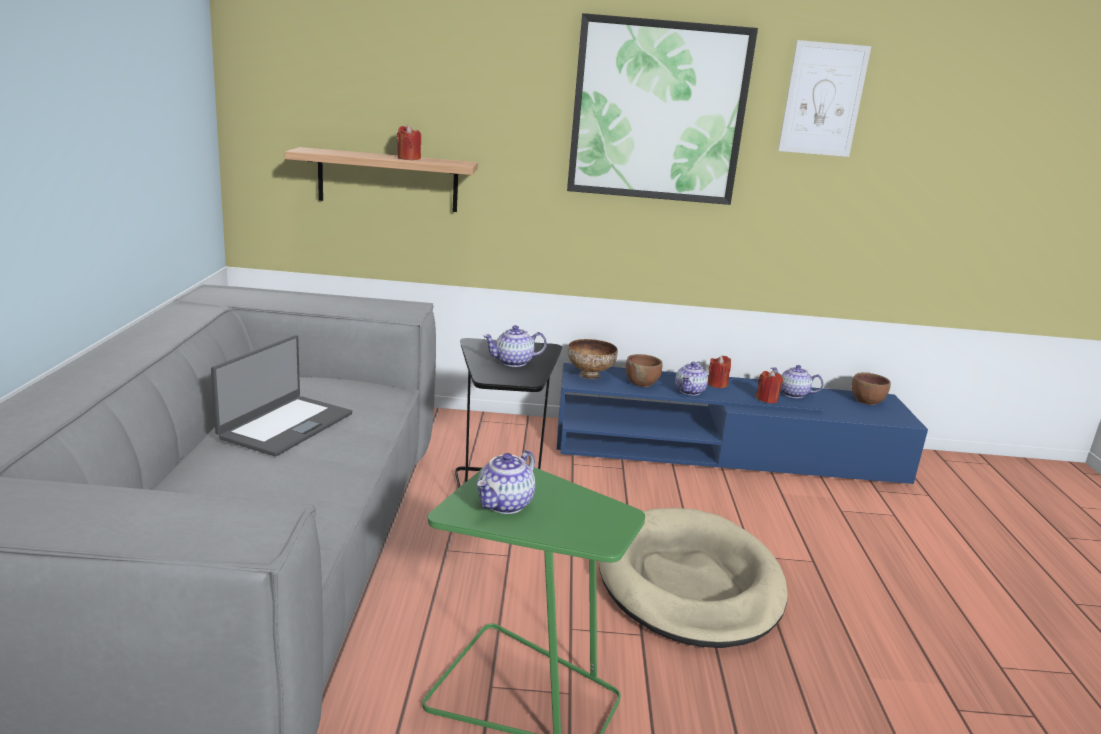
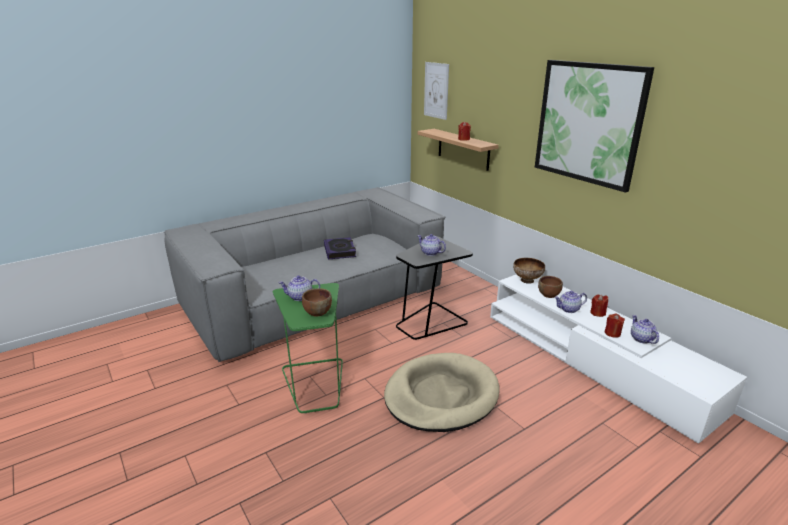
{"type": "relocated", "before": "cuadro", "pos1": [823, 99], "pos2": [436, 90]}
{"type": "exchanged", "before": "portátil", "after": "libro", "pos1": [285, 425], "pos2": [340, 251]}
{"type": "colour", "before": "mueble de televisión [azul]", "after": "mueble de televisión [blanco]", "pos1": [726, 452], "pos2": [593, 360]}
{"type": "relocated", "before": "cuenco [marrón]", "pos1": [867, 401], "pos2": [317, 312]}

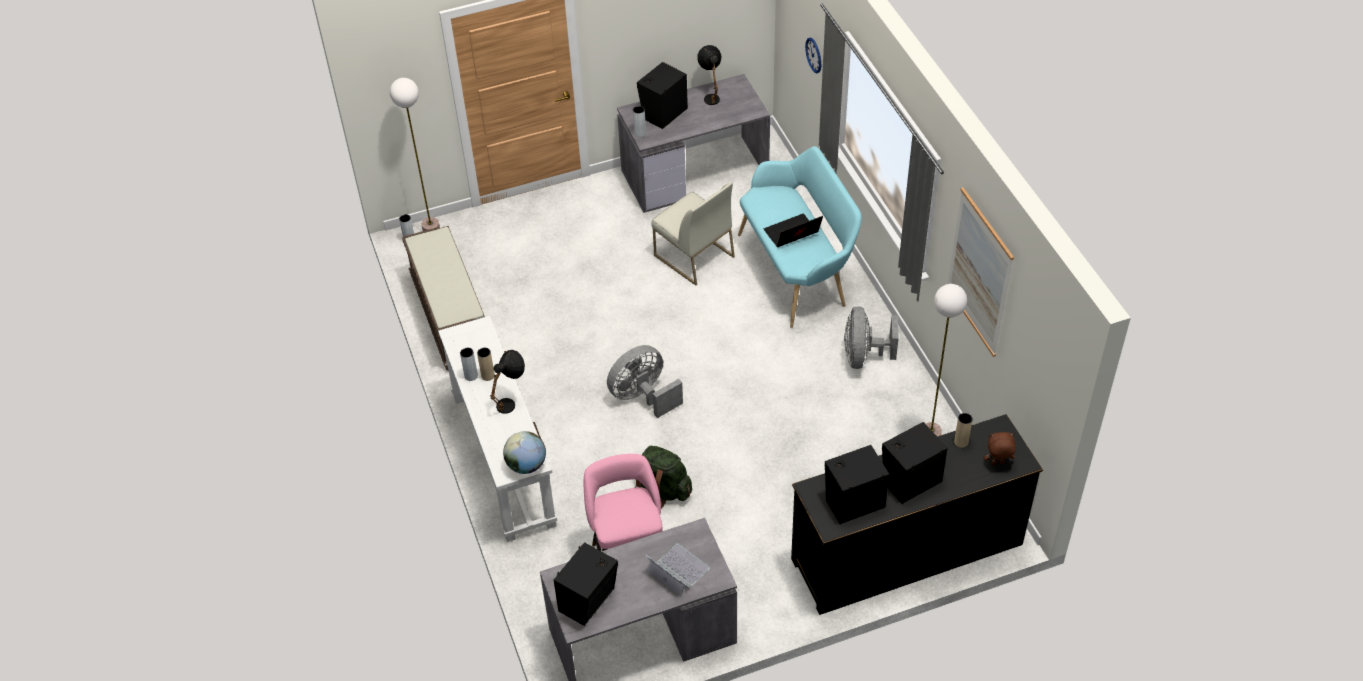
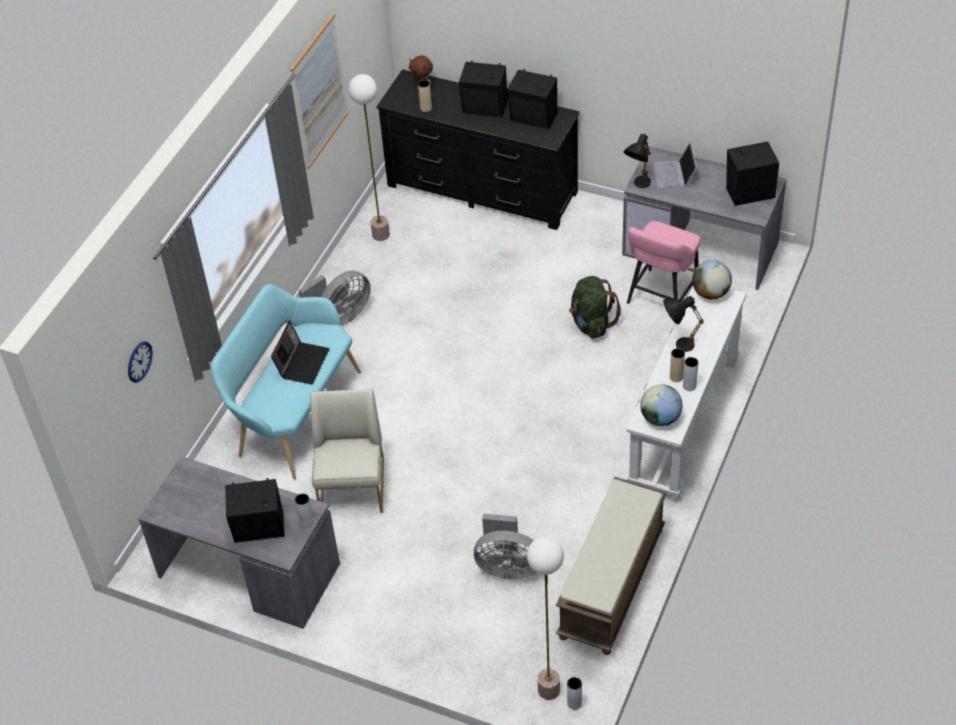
{"type": "relocated", "before": "lámpara de mesa [negro]", "pos1": [711, 95], "pos2": [638, 185]}
{"type": "spun", "before": "portátil", "pos1": [792, 234], "pos2": [302, 362], "turn": -90}
{"type": "relocated", "before": "ventilador [gris]", "pos1": [643, 396], "pos2": [507, 567]}
{"type": "appeared", "after": "globo terráqueo", "pos2": [660, 418]}

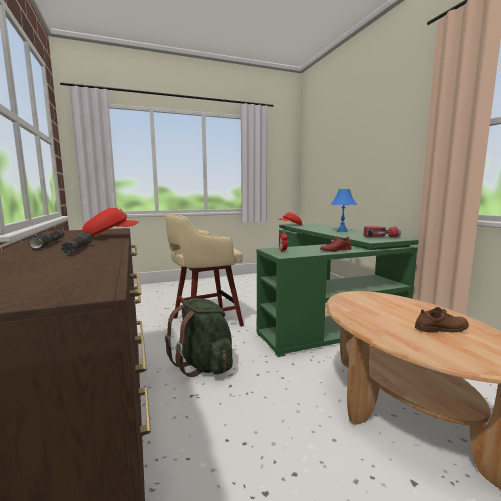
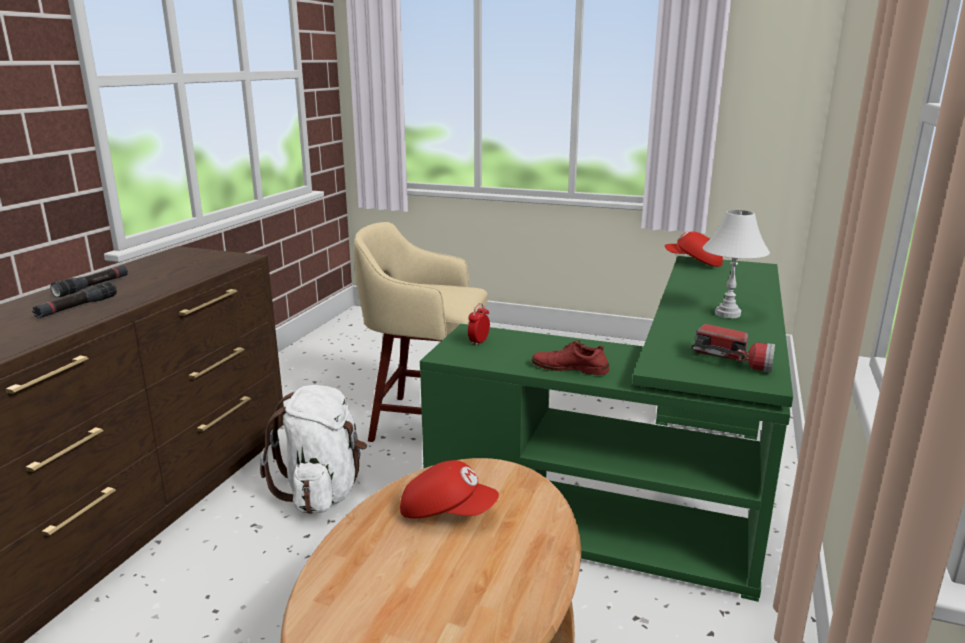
{"type": "colour", "before": "lámpara de mesa [azul]", "after": "lámpara de mesa [blanco]", "pos1": [342, 231], "pos2": [728, 314]}
{"type": "relocated", "before": "gorra [rojo]", "pos1": [110, 236], "pos2": [447, 512]}
{"type": "colour", "before": "mochila [verde]", "after": "mochila [blanco]", "pos1": [204, 365], "pos2": [322, 491]}
{"type": "missing", "before": "zapato [marrón]", "pos1": [442, 328]}

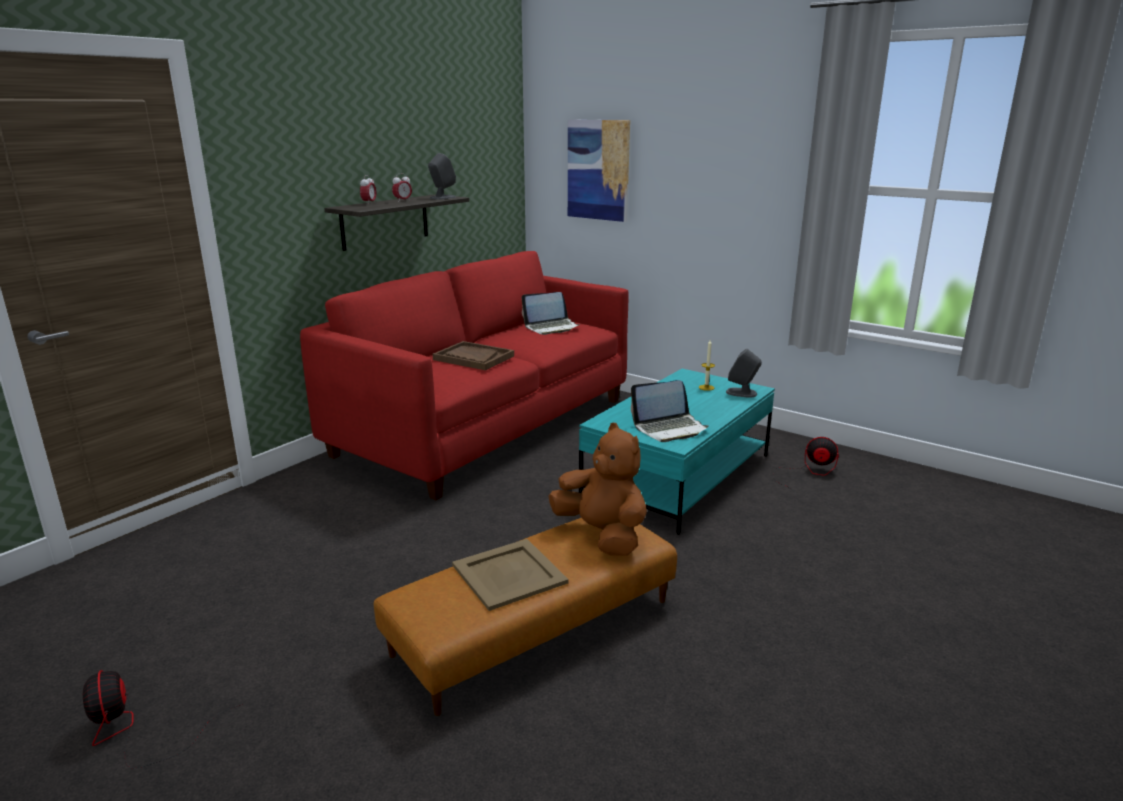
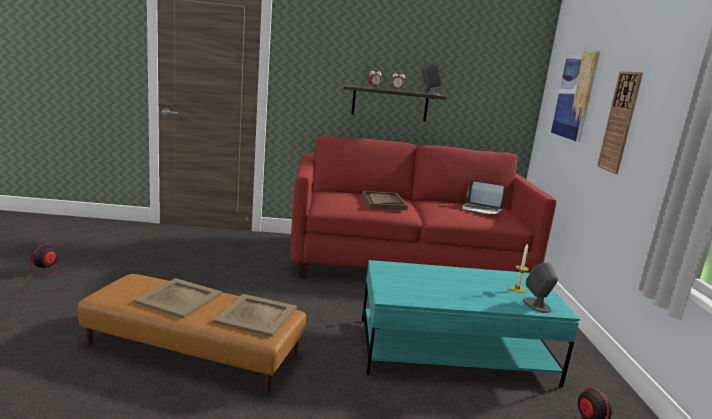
{"type": "missing", "before": "portátil", "pos1": [669, 428]}
{"type": "exchanged", "before": "peluche [marrón]", "after": "bandeja [beis]", "pos1": [602, 535], "pos2": [256, 315]}
{"type": "appeared", "after": "reloj de pared", "pos2": [620, 122]}

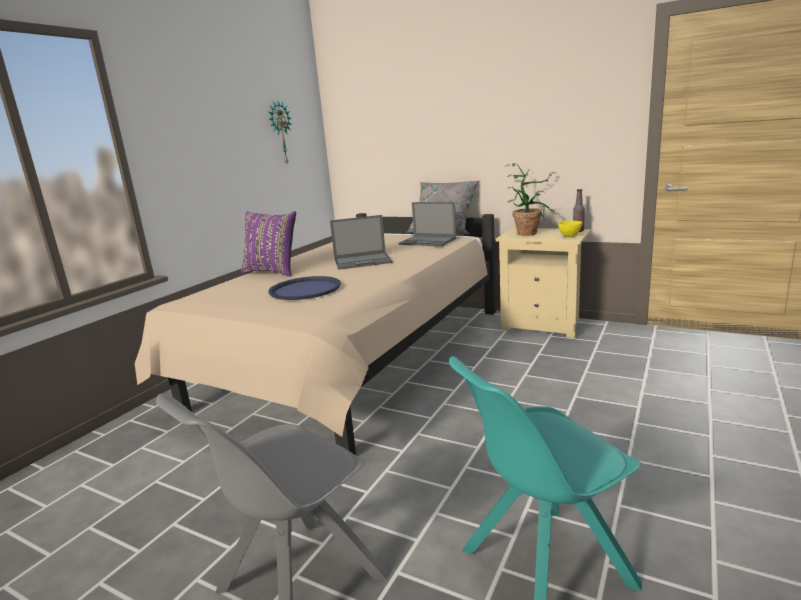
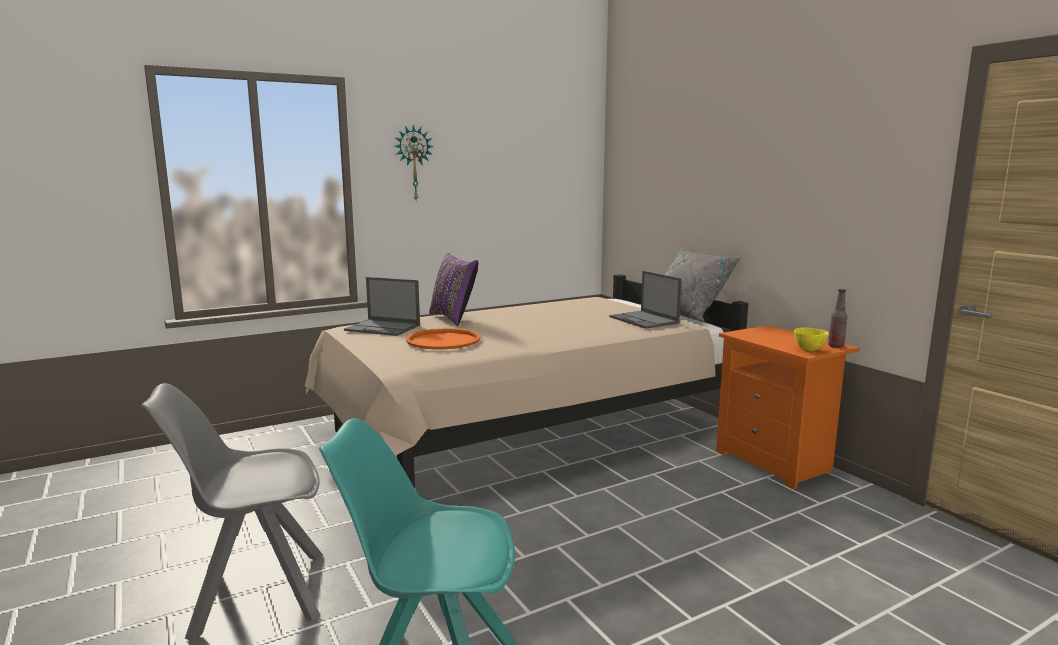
{"type": "relocated", "before": "reloj de pared", "pos1": [280, 133], "pos2": [413, 163]}
{"type": "missing", "before": "planta en maceta", "pos1": [530, 232]}
{"type": "relocated", "before": "portátil", "pos1": [363, 261], "pos2": [383, 328]}
{"type": "colour", "before": "mesita de noche [beis]", "after": "mesita de noche [naranja]", "pos1": [543, 325], "pos2": [776, 462]}
{"type": "colour", "before": "bandeja [azul]", "after": "bandeja [naranja]", "pos1": [305, 289], "pos2": [443, 340]}

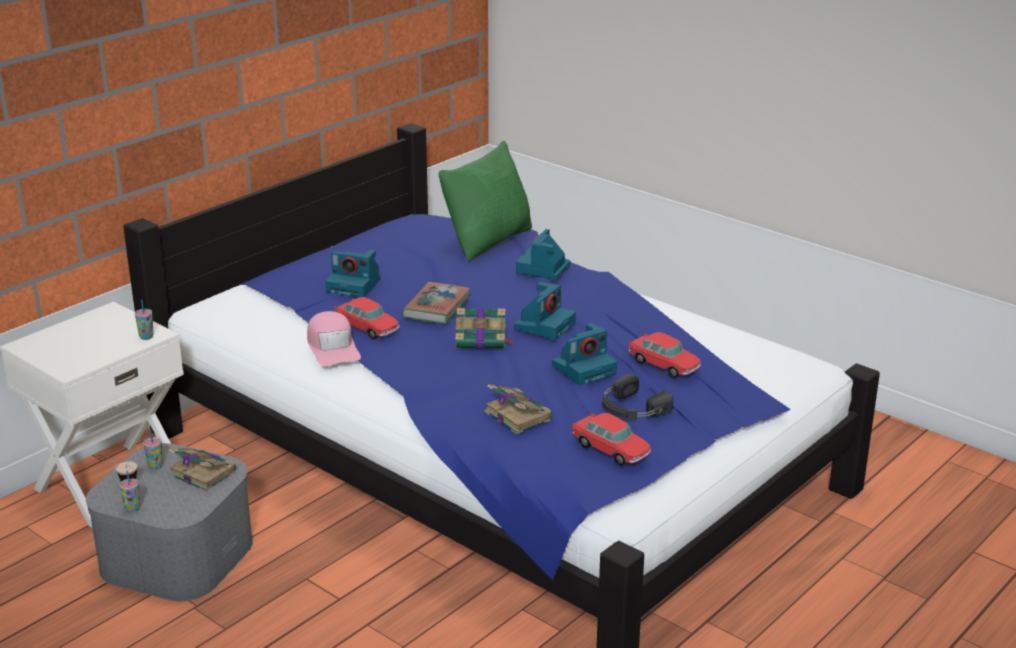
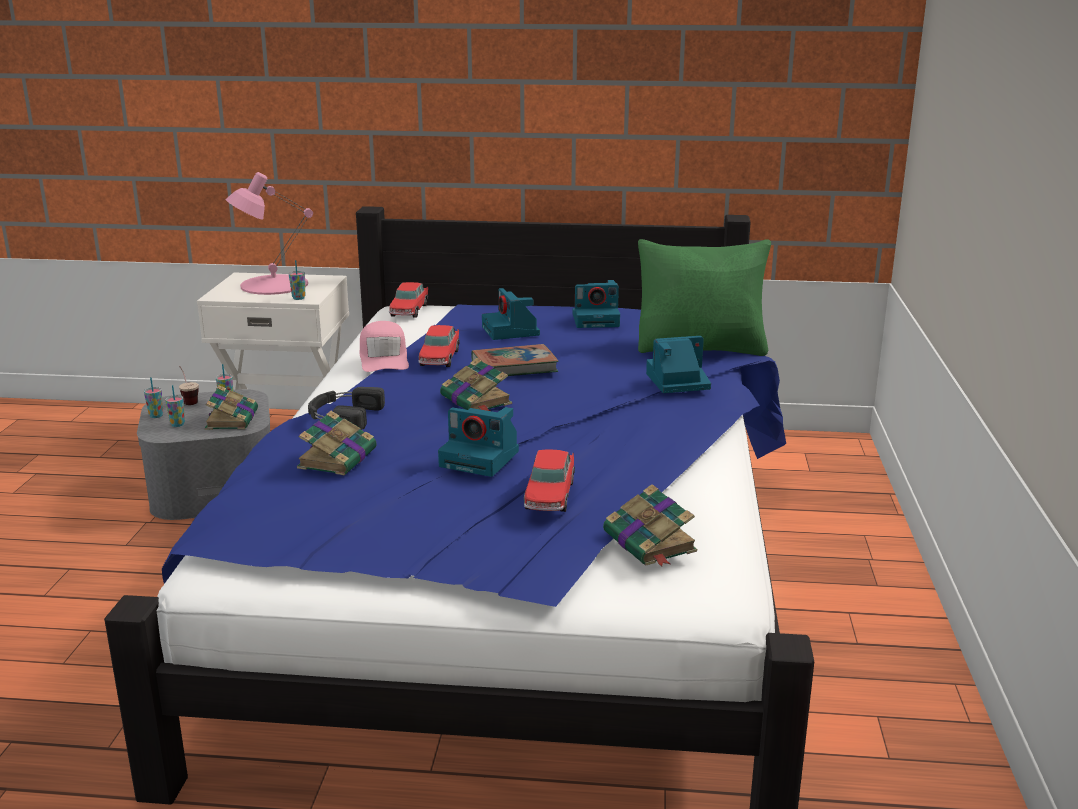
{"type": "relocated", "before": "cámara", "pos1": [545, 325], "pos2": [597, 320]}
{"type": "spun", "before": "gorra [rosa]", "pos1": [333, 347], "pos2": [384, 358], "turn": -45}
{"type": "relocated", "before": "auriculares [negro]", "pos1": [631, 408], "pos2": [343, 416]}
{"type": "relocated", "before": "coche de juguete", "pos1": [611, 450], "pos2": [409, 311]}
{"type": "appeared", "after": "lámpara de mesa [rosa]", "pos2": [273, 285]}
{"type": "appeared", "after": "taza", "pos2": [177, 424]}
{"type": "appeared", "after": "libro", "pos2": [650, 543]}

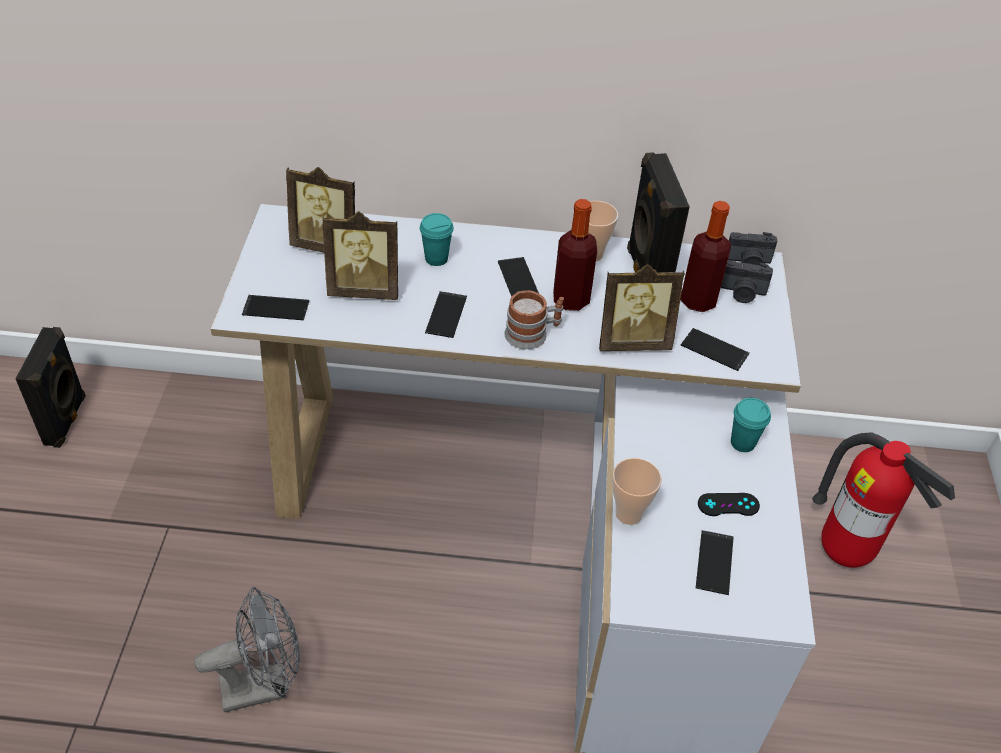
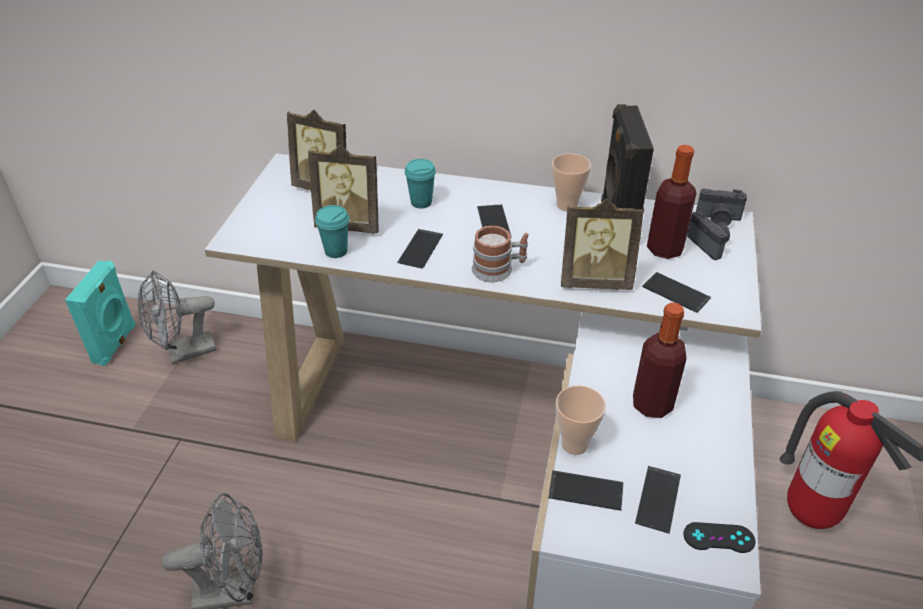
{"type": "relocated", "before": "botella", "pos1": [571, 300], "pos2": [652, 404]}
{"type": "spun", "before": "cámara", "pos1": [742, 293], "pos2": [709, 244], "turn": -135}
{"type": "relocated", "before": "móvil", "pos1": [276, 308], "pos2": [586, 490]}
{"type": "colour", "before": "altavoz [negro]", "after": "altavoz [turquesa]", "pos1": [67, 420], "pos2": [116, 344]}
{"type": "relocated", "before": "taza [turquesa]", "pos1": [742, 443], "pos2": [336, 251]}
{"type": "relocated", "before": "mando de consola [negro]", "pos1": [728, 505], "pos2": [719, 538]}
{"type": "appeared", "after": "ventilador [gris]", "pos2": [184, 353]}

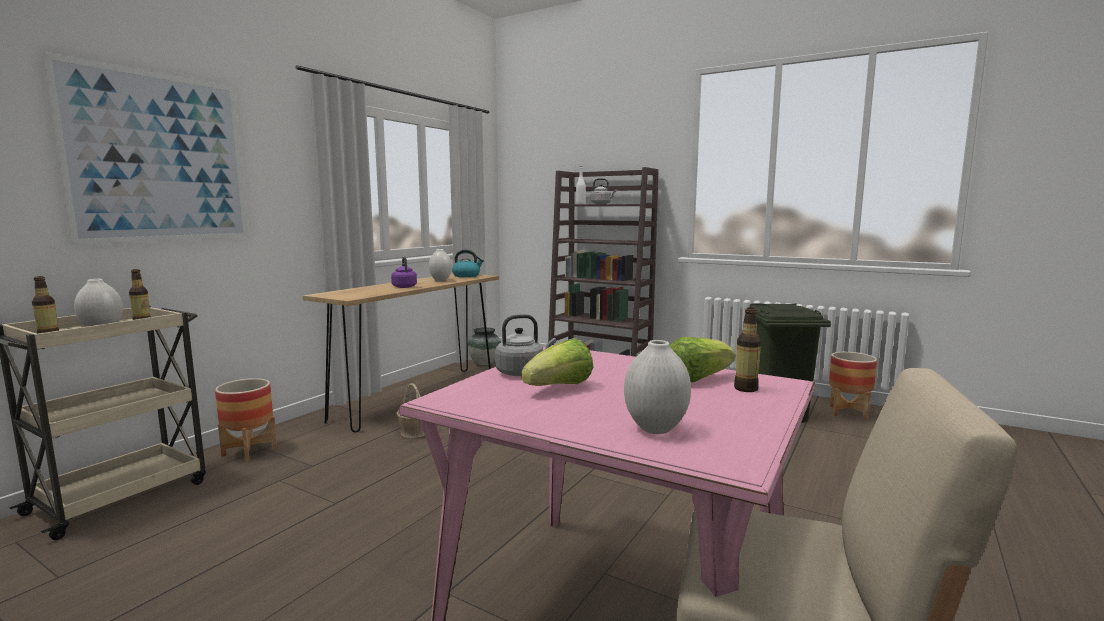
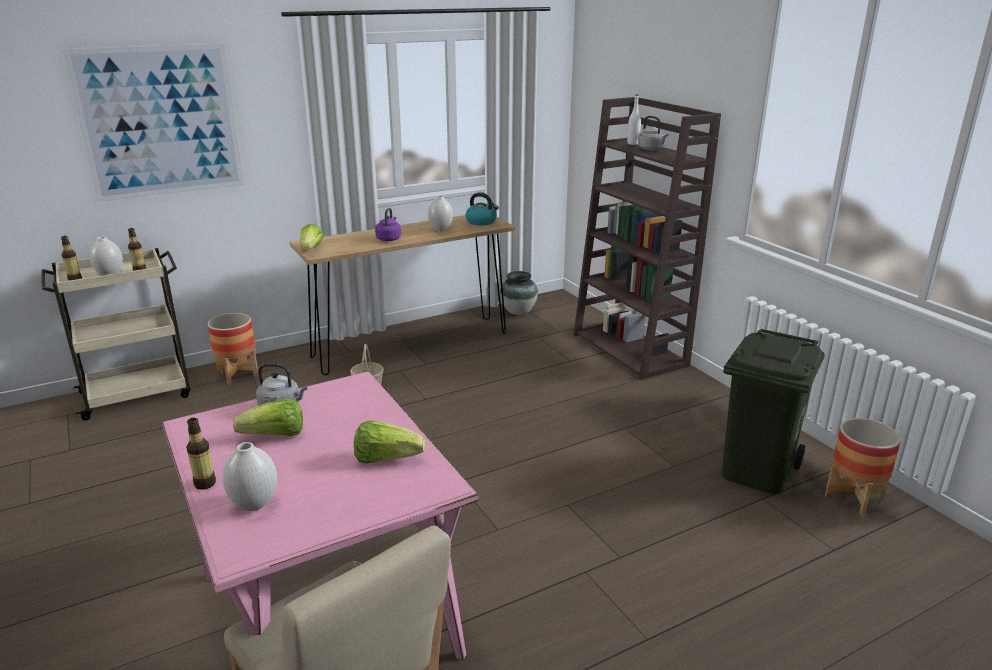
{"type": "relocated", "before": "botella", "pos1": [745, 389], "pos2": [205, 483]}
{"type": "appeared", "after": "lechuga", "pos2": [311, 249]}

